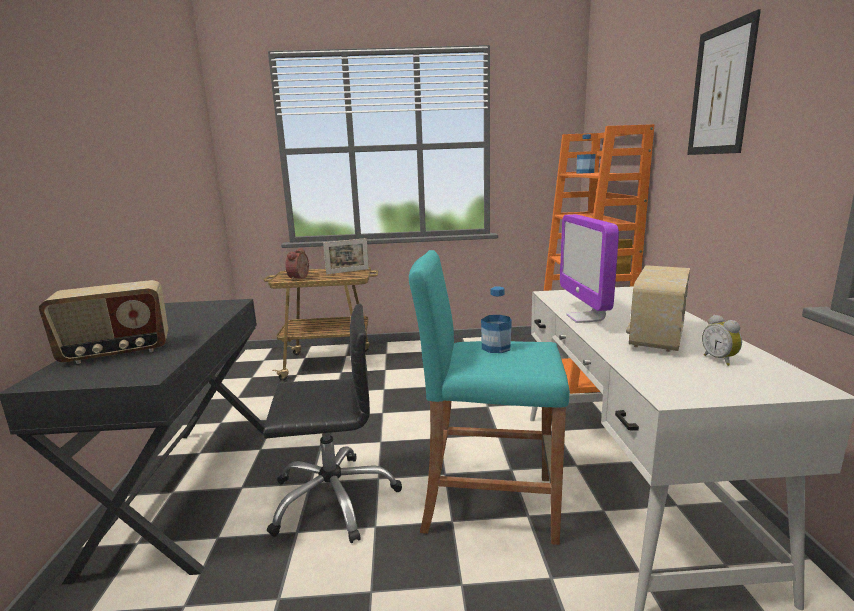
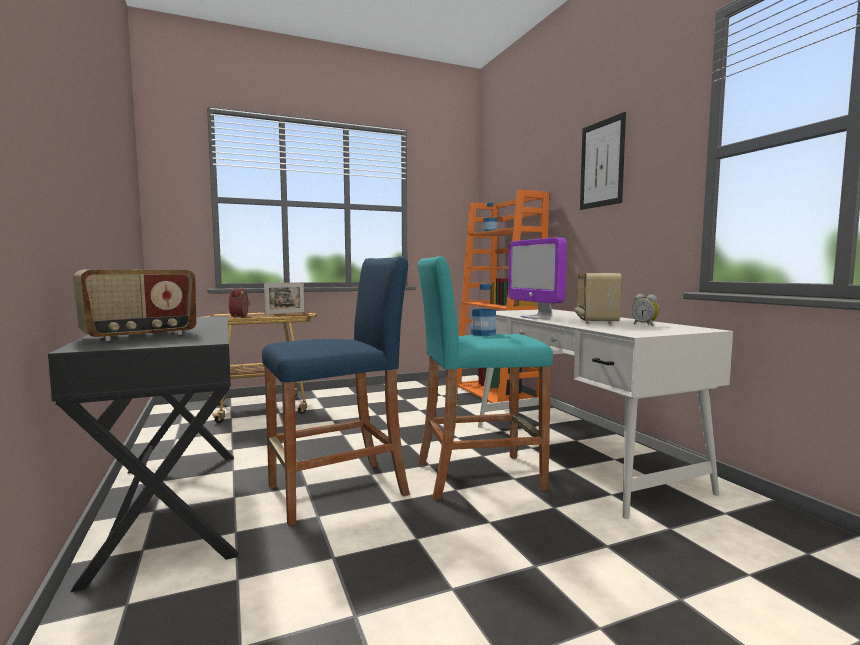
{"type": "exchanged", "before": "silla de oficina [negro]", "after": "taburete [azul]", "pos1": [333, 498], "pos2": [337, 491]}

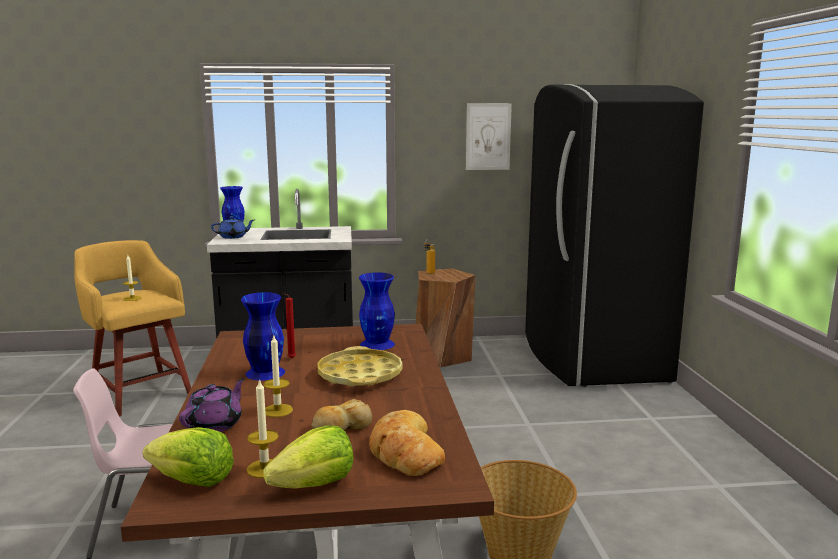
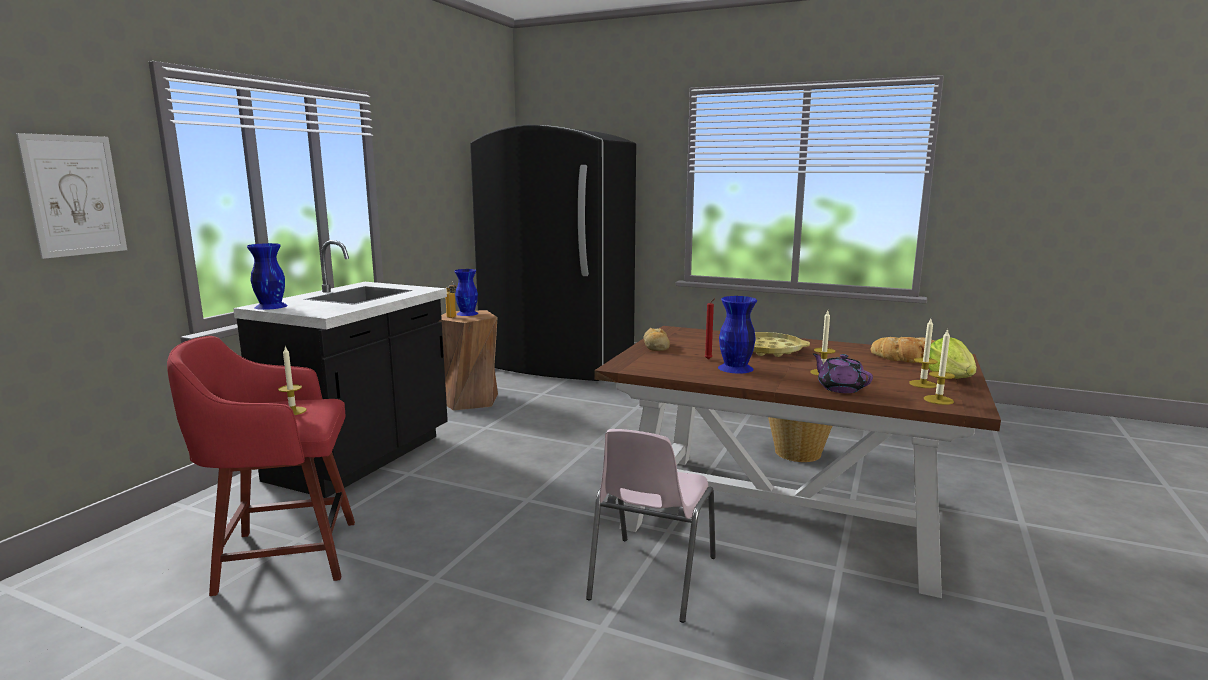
{"type": "relocated", "before": "cuadro", "pos1": [488, 136], "pos2": [74, 195]}
{"type": "missing", "before": "tetera [azul]", "pos1": [233, 237]}
{"type": "colour", "before": "taburete [amarillo]", "after": "taburete [rojo]", "pos1": [140, 392], "pos2": [283, 556]}
{"type": "relocated", "before": "florero [azul]", "pos1": [377, 344], "pos2": [468, 313]}
{"type": "relocated", "before": "pan", "pos1": [341, 428], "pos2": [656, 346]}
{"type": "exchanged", "before": "lechuga", "after": "vela", "pos1": [192, 481], "pos2": [938, 400]}

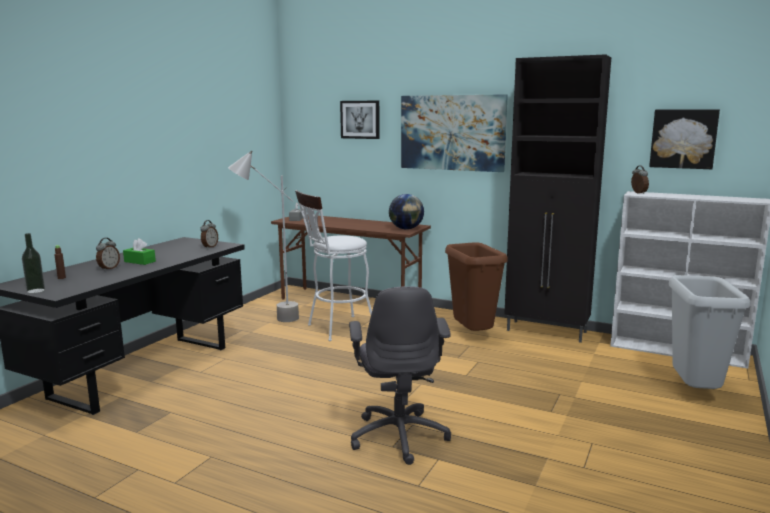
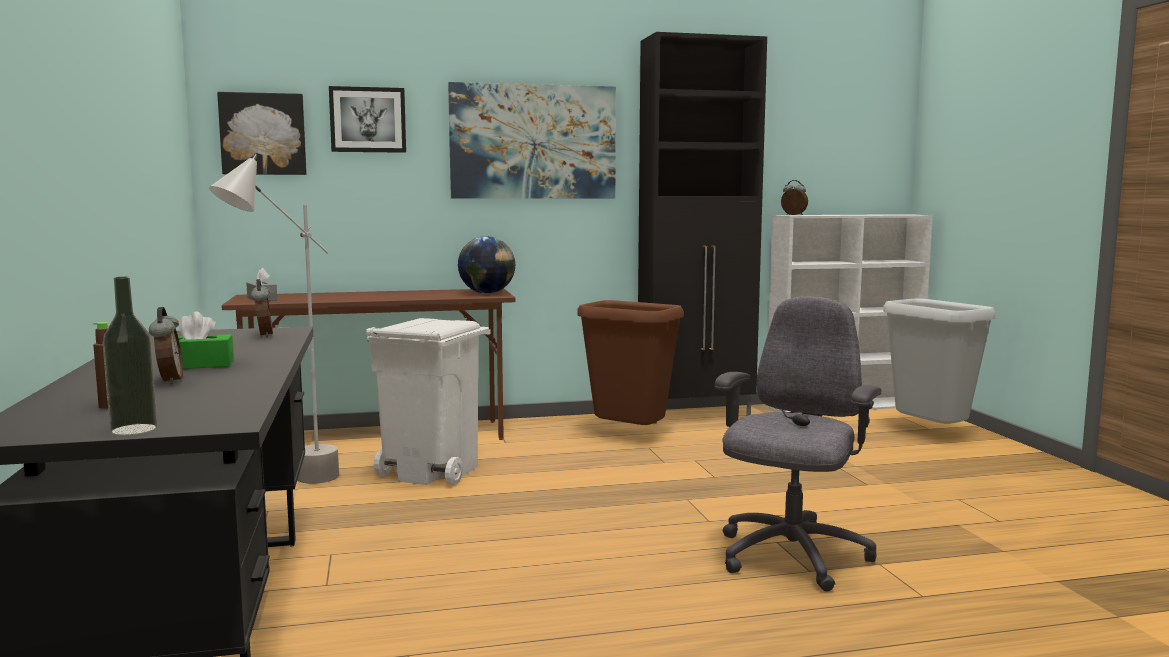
{"type": "relocated", "before": "cuadro", "pos1": [683, 138], "pos2": [263, 134]}
{"type": "exchanged", "before": "taburete [blanco]", "after": "papelera [blanco]", "pos1": [336, 329], "pos2": [432, 471]}
{"type": "spun", "before": "silla de oficina [gris]", "pos1": [399, 435], "pos2": [790, 557], "turn": -105}

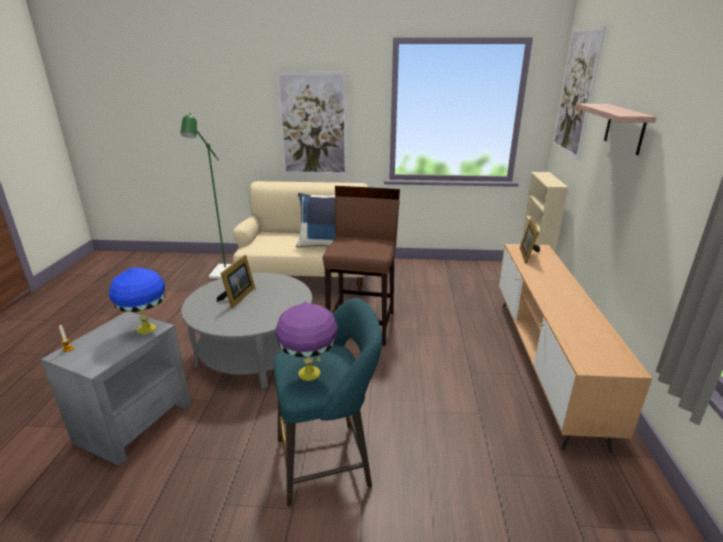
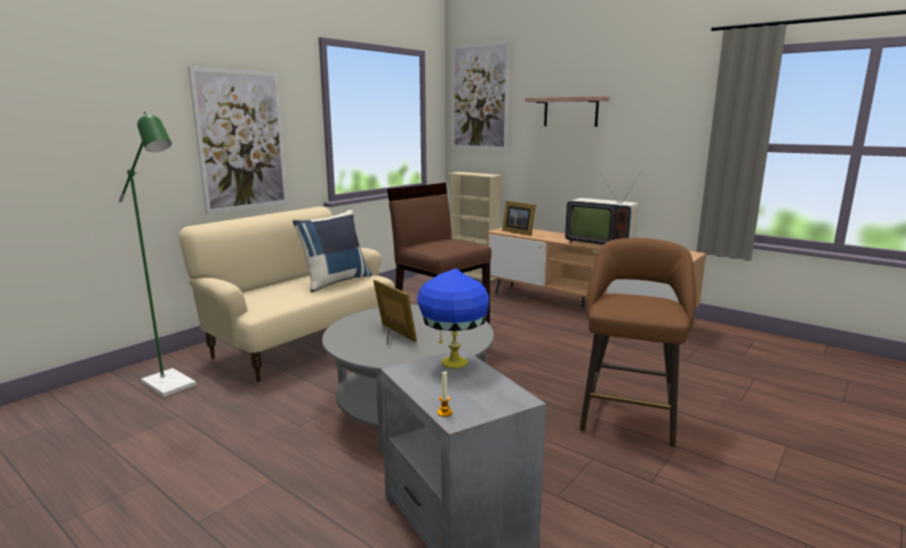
{"type": "colour", "before": "taburete [turquesa]", "after": "taburete [marrón]", "pos1": [329, 461], "pos2": [628, 415]}
{"type": "missing", "before": "lámpara de mesa [morado]", "pos1": [309, 374]}
{"type": "appeared", "after": "televisor", "pos2": [600, 243]}

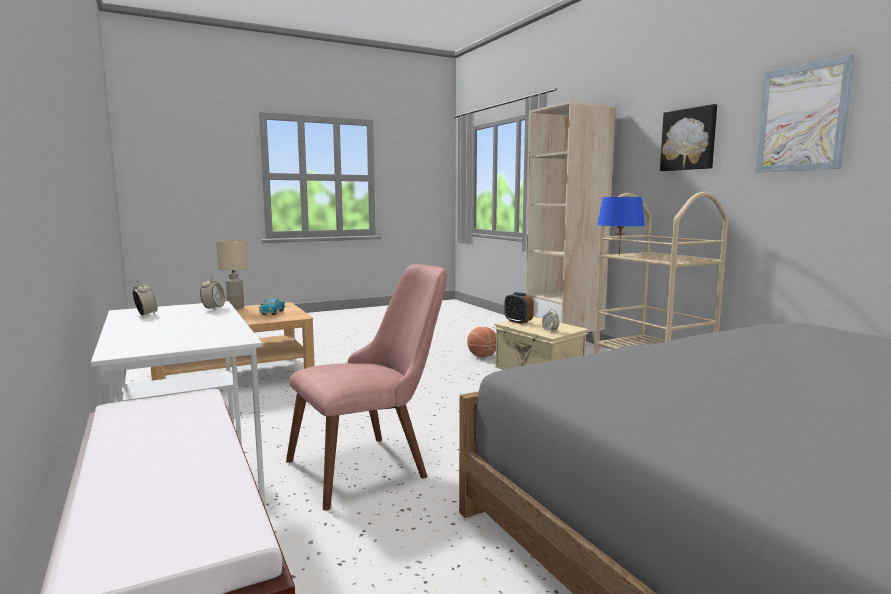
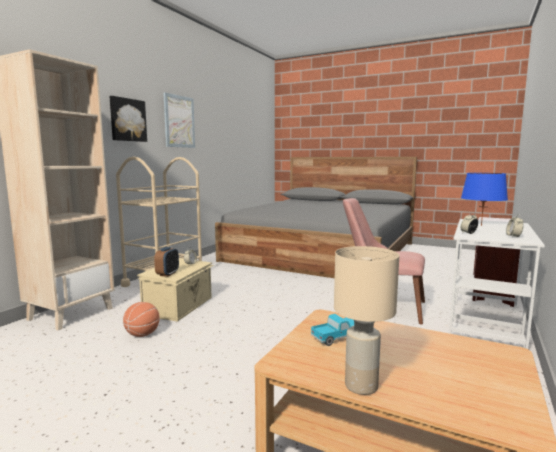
{"type": "relocated", "before": "lámpara de mesa [azul]", "pos1": [619, 255], "pos2": [481, 225]}

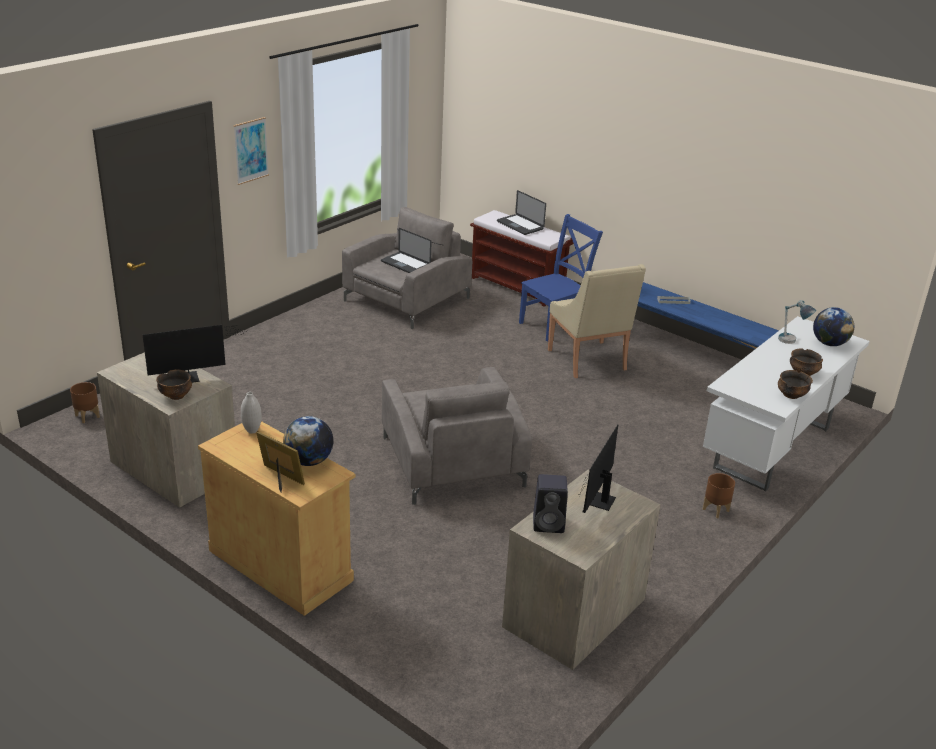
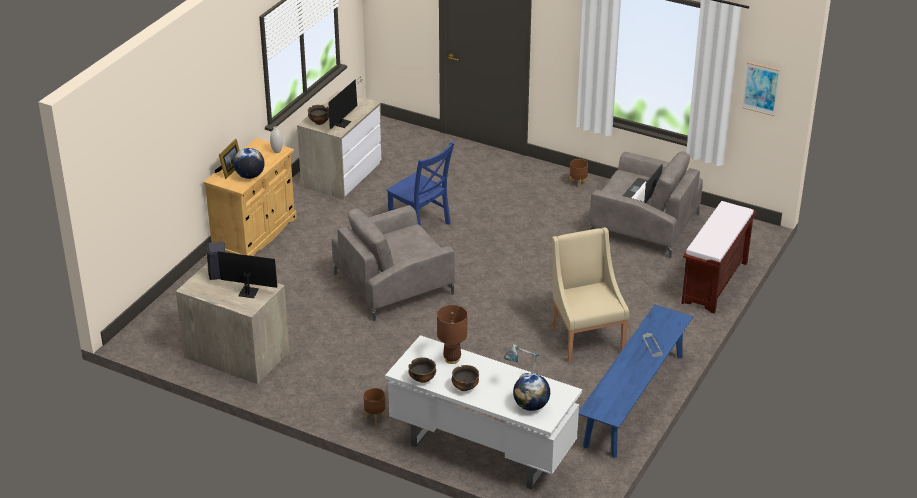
{"type": "relocated", "before": "cuadro", "pos1": [251, 150], "pos2": [761, 88]}
{"type": "missing", "before": "portátil", "pos1": [520, 225]}
{"type": "relocated", "before": "silla [azul]", "pos1": [555, 325], "pos2": [421, 225]}
{"type": "spun", "before": "sillón [beis]", "pos1": [589, 361], "pos2": [585, 338], "turn": 105}
{"type": "spun", "before": "monitor", "pos1": [191, 378], "pos2": [343, 122], "turn": -120}
{"type": "relocated", "before": "maceta [marrón]", "pos1": [87, 416], "pos2": [578, 184]}
{"type": "appeared", "after": "lámpara de mesa [marrón]", "pos2": [452, 359]}

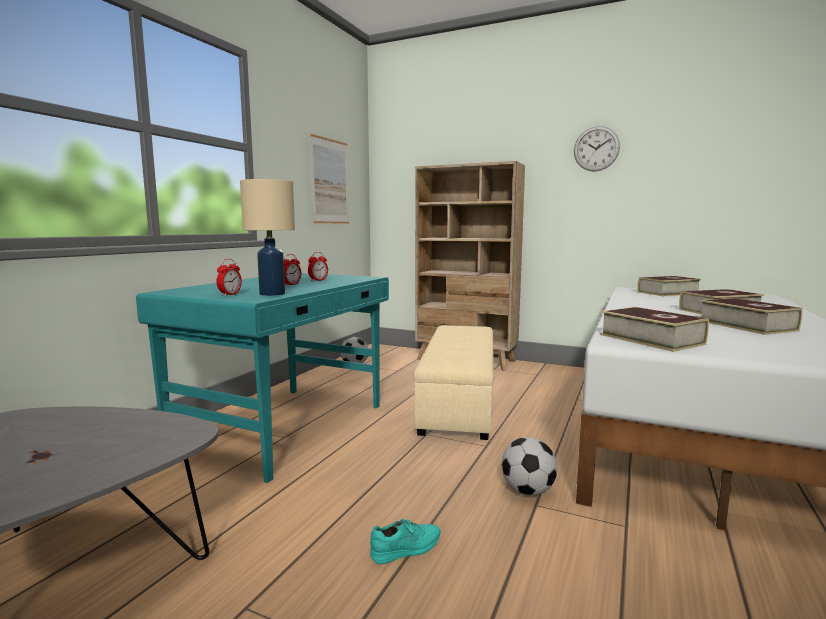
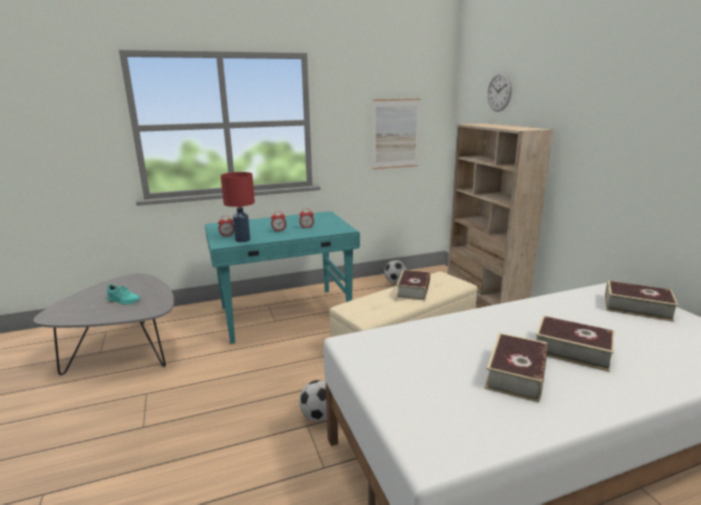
{"type": "relocated", "before": "reloj de pared", "pos1": [596, 149], "pos2": [499, 92]}
{"type": "colour", "before": "lámpara de mesa [beis]", "after": "lámpara de mesa [rojo]", "pos1": [272, 294], "pos2": [242, 240]}
{"type": "relocated", "before": "libro", "pos1": [651, 339], "pos2": [413, 290]}
{"type": "relocated", "before": "zapato [turquesa]", "pos1": [406, 548], "pos2": [124, 300]}

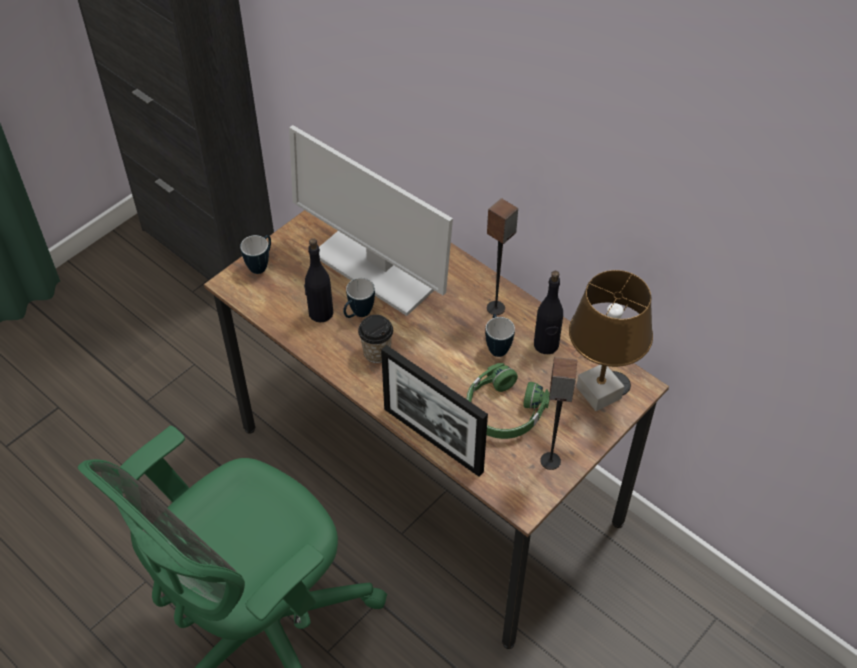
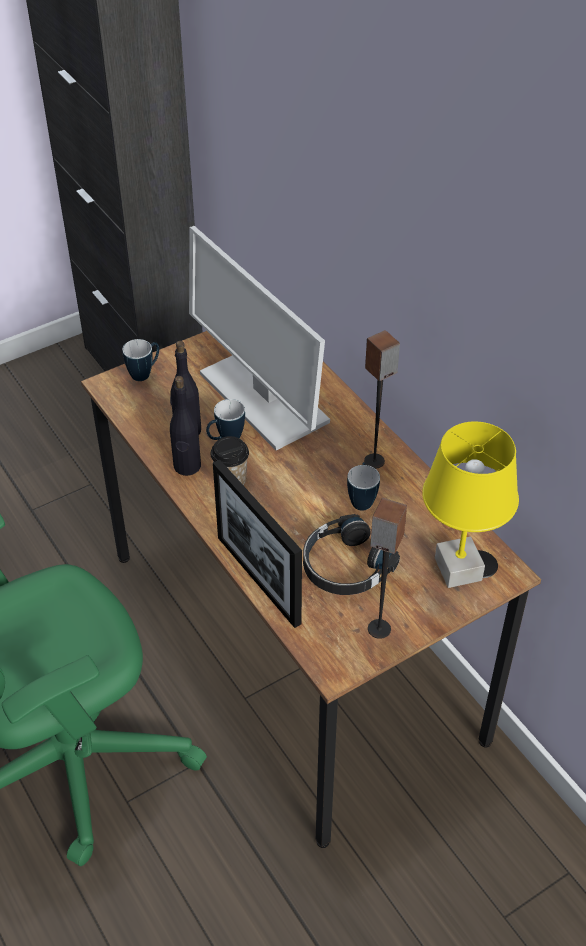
{"type": "colour", "before": "lámpara de mesa [marrón]", "after": "lámpara de mesa [amarillo]", "pos1": [598, 392], "pos2": [457, 569]}
{"type": "relocated", "before": "botella [negro]", "pos1": [546, 345], "pos2": [187, 466]}
{"type": "colour", "before": "auriculares [verde]", "after": "auriculares [negro]", "pos1": [503, 411], "pos2": [345, 566]}

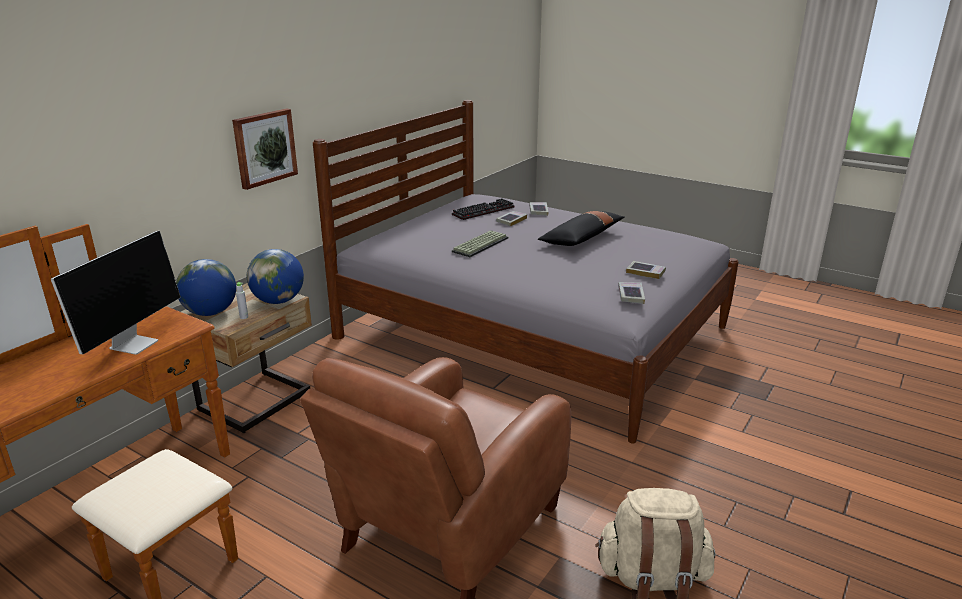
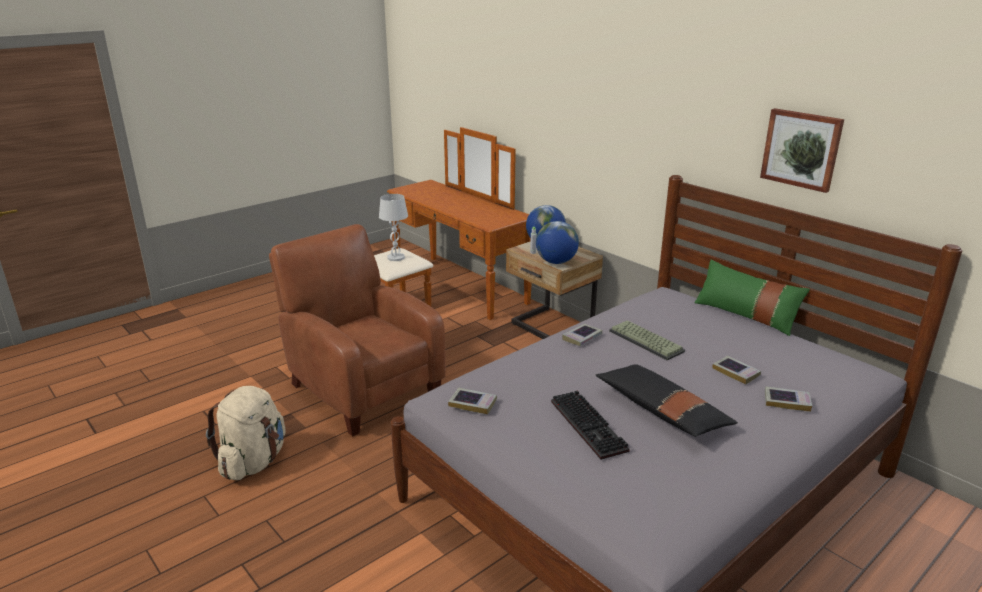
{"type": "relocated", "before": "cuadro", "pos1": [264, 147], "pos2": [801, 149]}
{"type": "relocated", "before": "teclado", "pos1": [483, 210], "pos2": [590, 426]}
{"type": "missing", "before": "monitor", "pos1": [134, 344]}
{"type": "relocated", "before": "libro", "pos1": [645, 272], "pos2": [582, 338]}
{"type": "appeared", "after": "lámpara de mesa [blanco]", "pos2": [396, 257]}
{"type": "appeared", "after": "cojín [verde]", "pos2": [745, 315]}

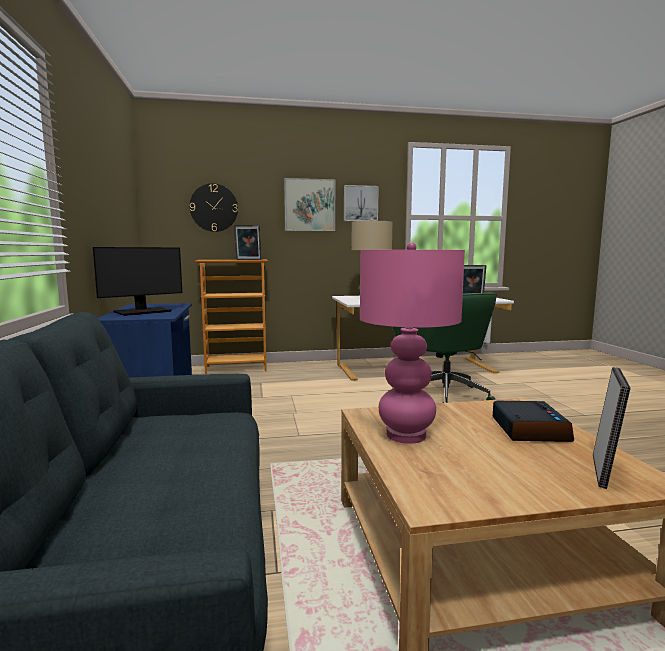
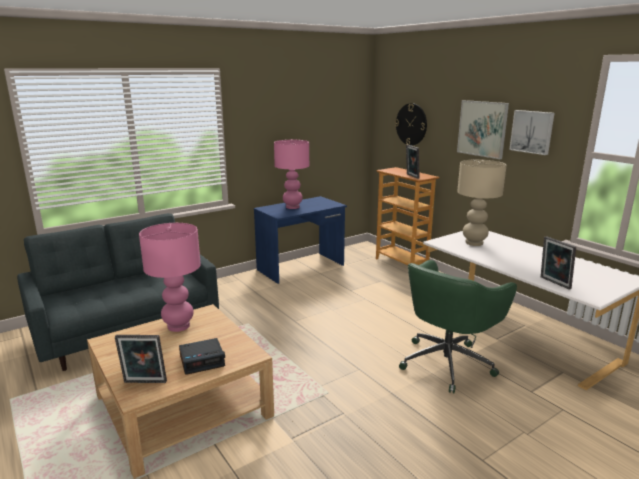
{"type": "exchanged", "before": "monitor", "after": "lámpara de mesa [rosa]", "pos1": [142, 312], "pos2": [293, 207]}

